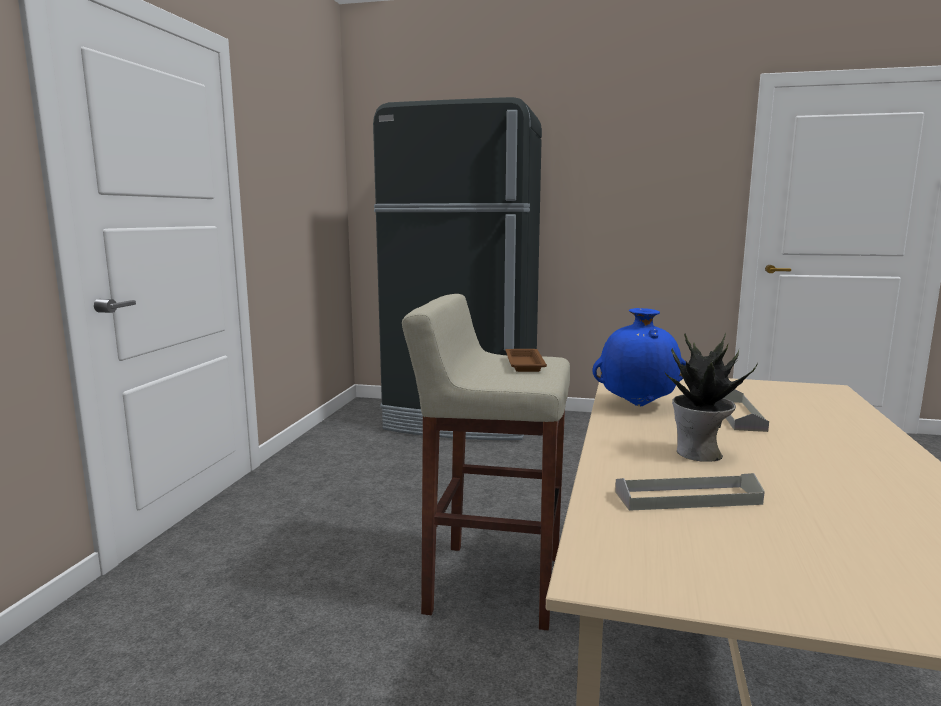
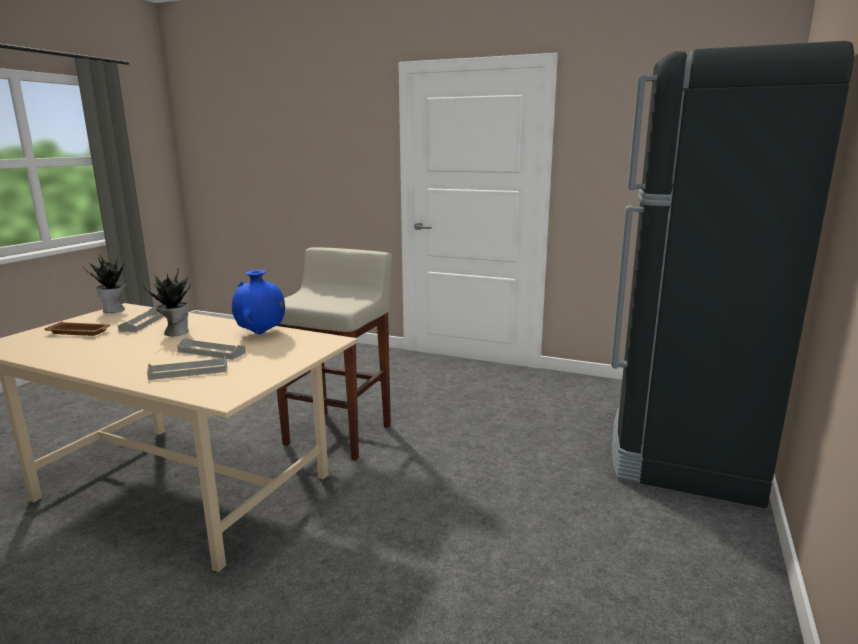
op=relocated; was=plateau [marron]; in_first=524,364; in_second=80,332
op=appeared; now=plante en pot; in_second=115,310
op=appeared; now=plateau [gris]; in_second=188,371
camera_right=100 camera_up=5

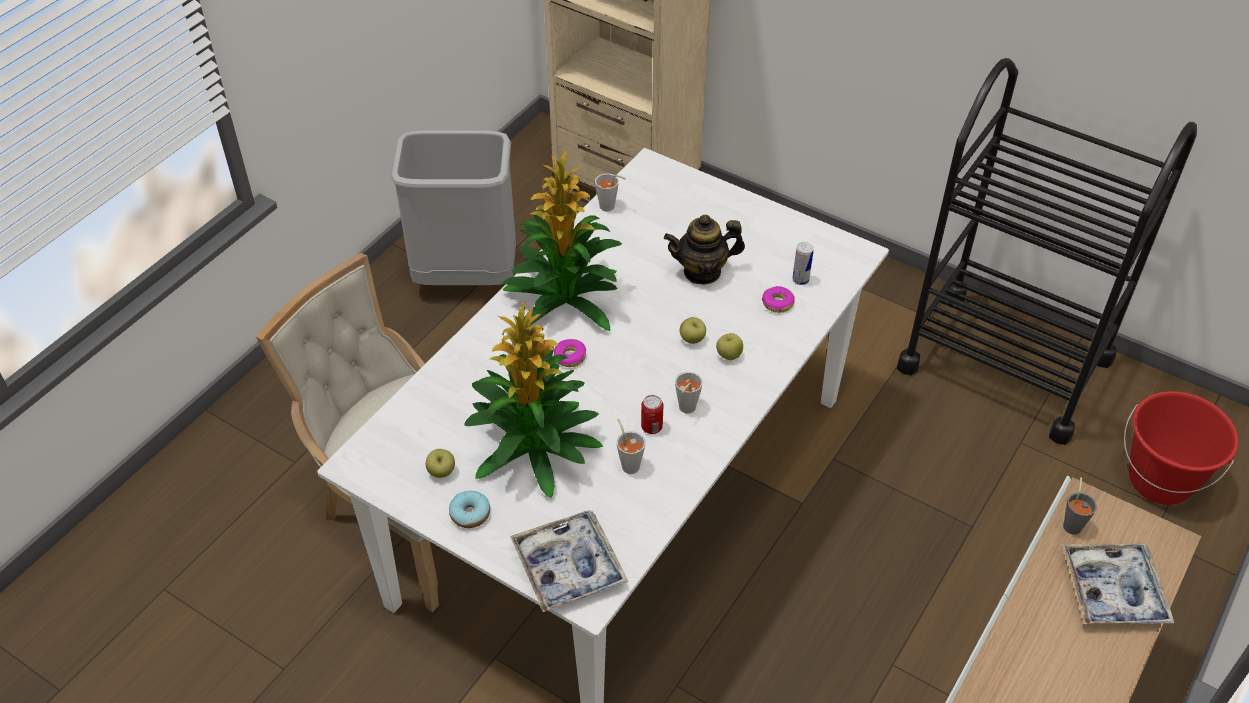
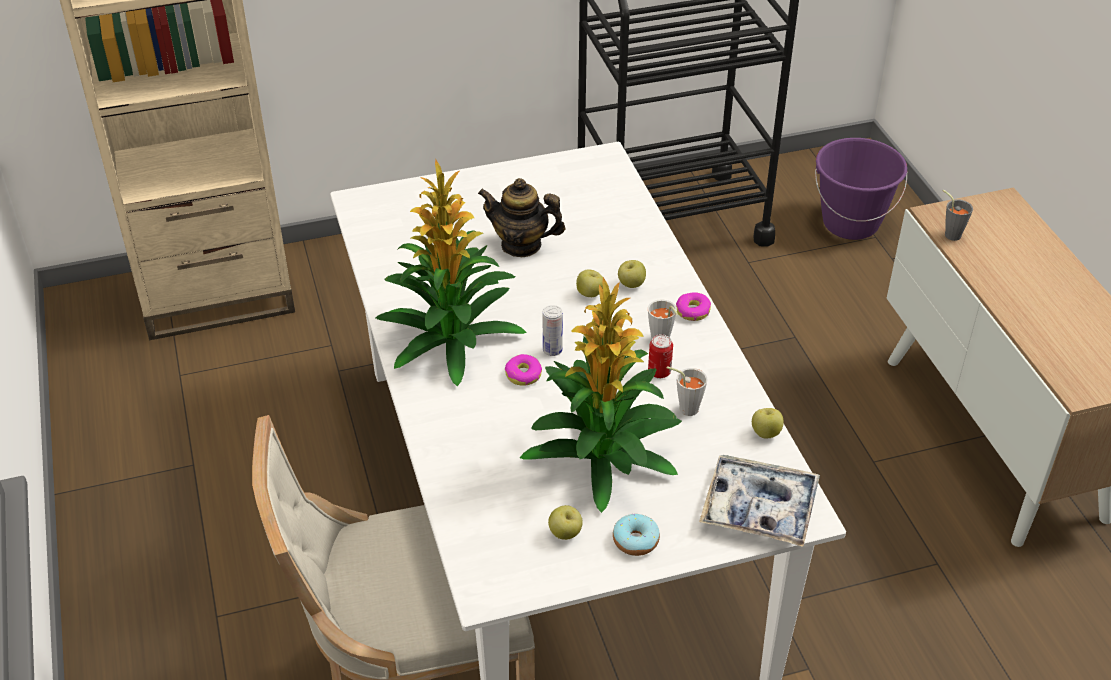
op=missing; was=poubelle [gris]; in_first=466,276
op=missing; was=tasse [gris]; in_first=610,207
op=spun; was=théière; in_first=702,271; in_second=521,245; clockwise=75
op=relocated; was=boîte métallique; in_first=800,280; in_second=552,350
op=relocated; was=beignet; in_first=777,303; in_second=692,311
op=colour; was=seau [rouge]; now=seau [violet]; in_first=1160,481; in_second=850,223
op=missing; was=plateau; in_first=1113,590
op=appeared; now=pomme; in_second=765,433
camera_right=-50 camera_up=-5

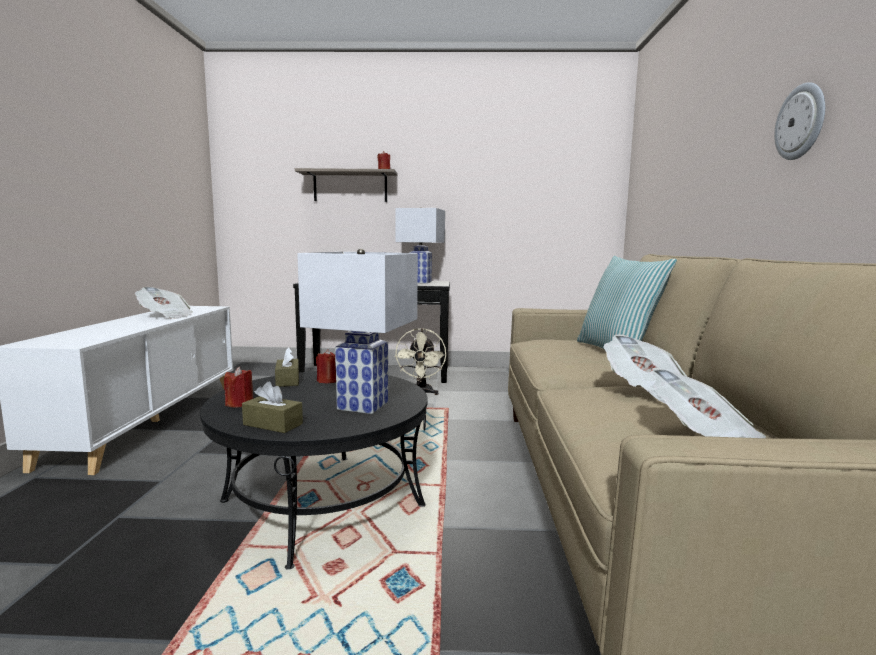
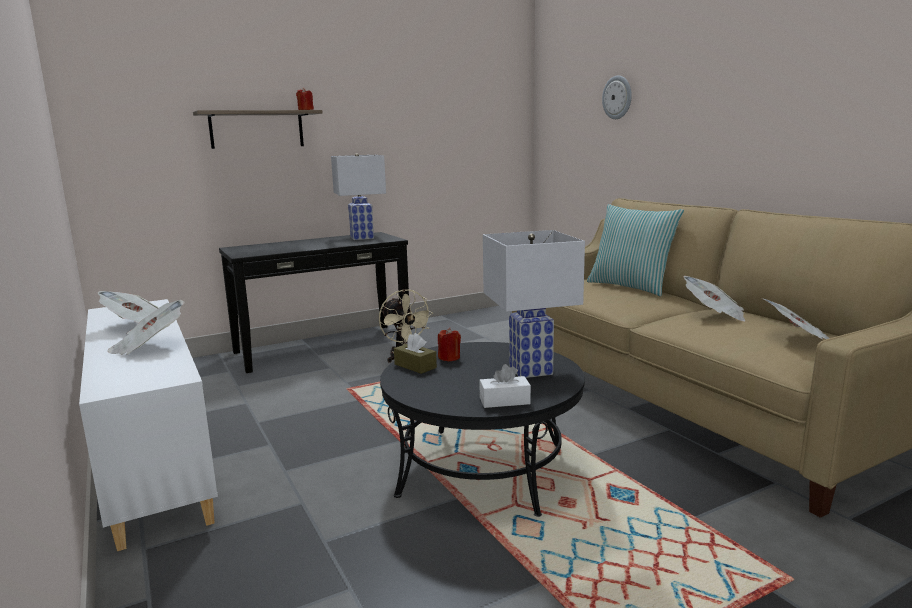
op=relocated; was=horloge murale; in_first=801,122; in_second=617,97
op=missing; was=bougie [rouge]; in_first=240,404
op=colour; was=boîte à mouchoirs [marron]; now=boîte à mouchoirs [blanc]; in_first=273,424; in_second=504,401
op=appeared; now=journal; in_second=149,347
camera_right=-30 camera_up=5

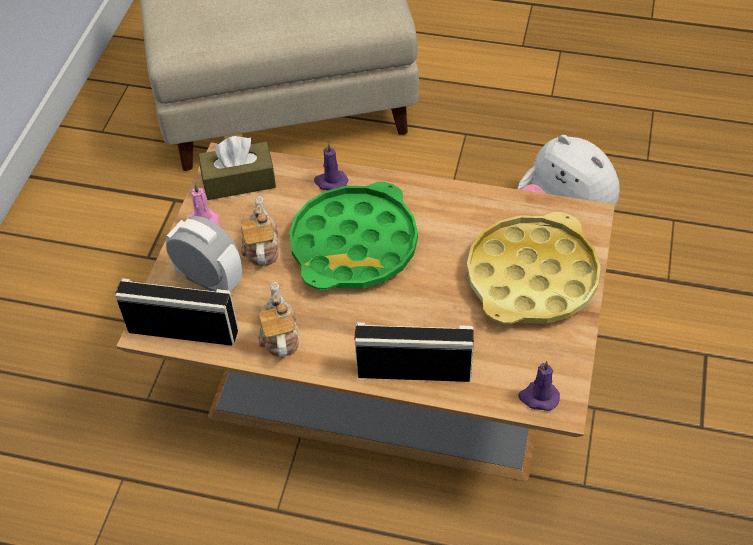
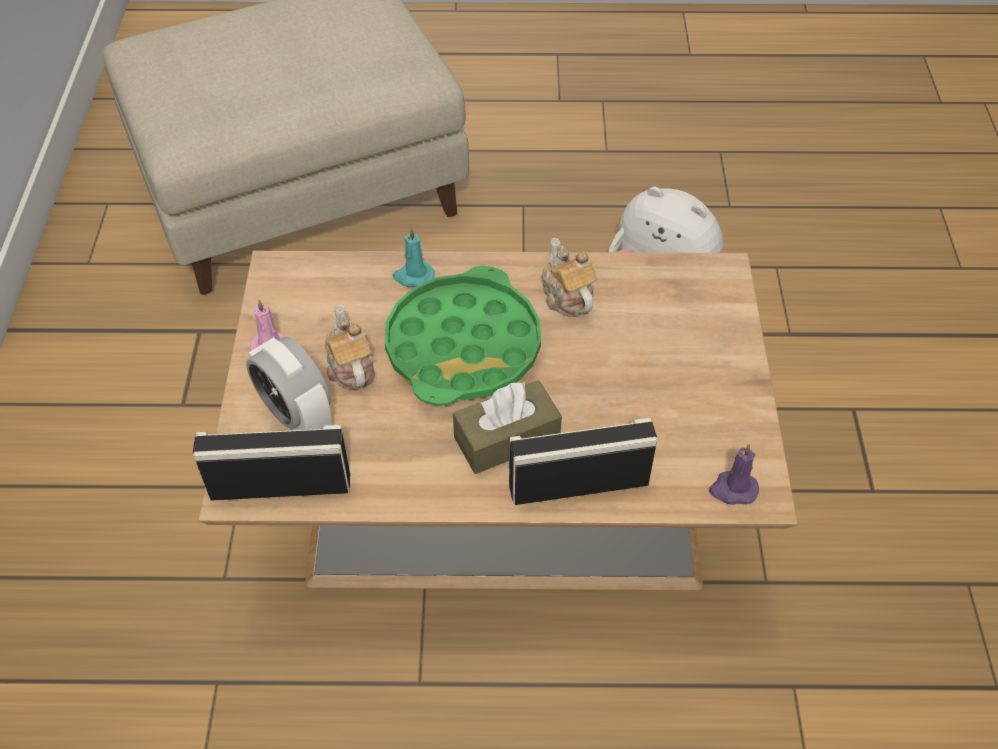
op=relocated; was=boîte à mouchoirs [marron]; in_first=239,181; in_second=507,438
op=colour; was=bougie [violet]; now=bougie [turquoise]; in_first=330,182; in_second=413,276
op=missing; was=plateau [jaune]; in_first=531,277
op=spun; was=réveil; in_first=209,280; in_second=297,417; clockwise=-150
op=relocated; was=théière; in_first=279,336; in_second=566,296
camera_right=-15 camera_up=0

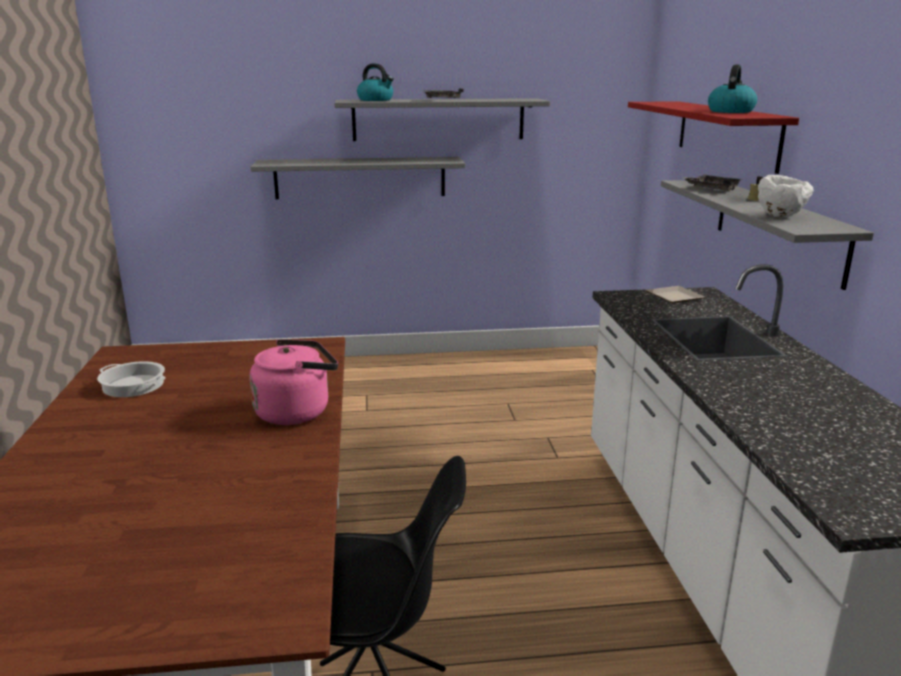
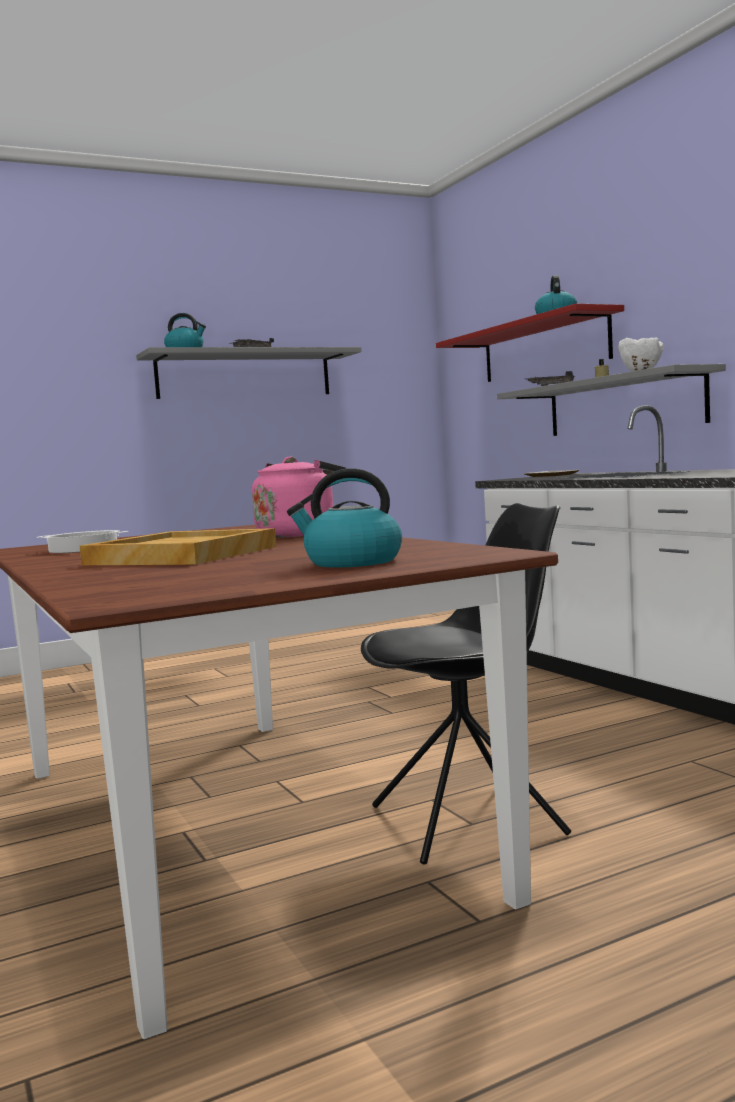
op=missing; was=étagère [gris]; in_first=360,178
op=appeared; now=bouilloire; in_second=351,562
op=appeared; now=plateau [beige]; in_second=180,556
camera_right=-20 camera_up=-15

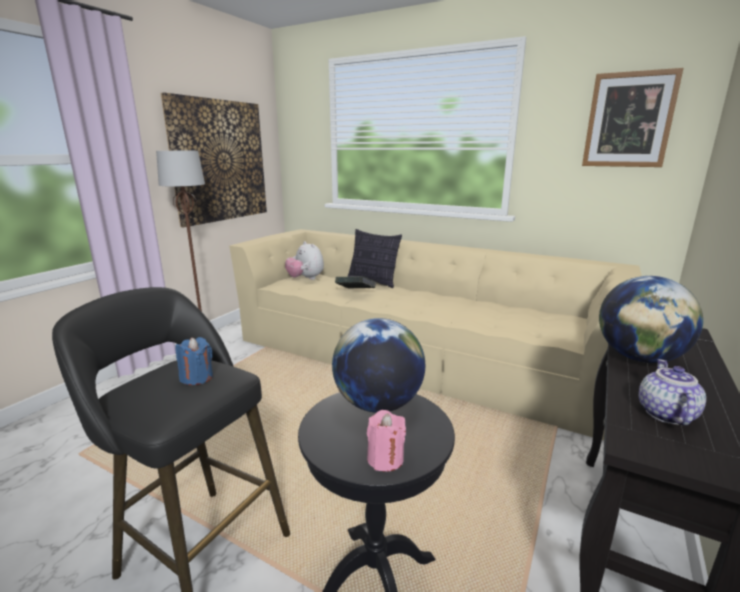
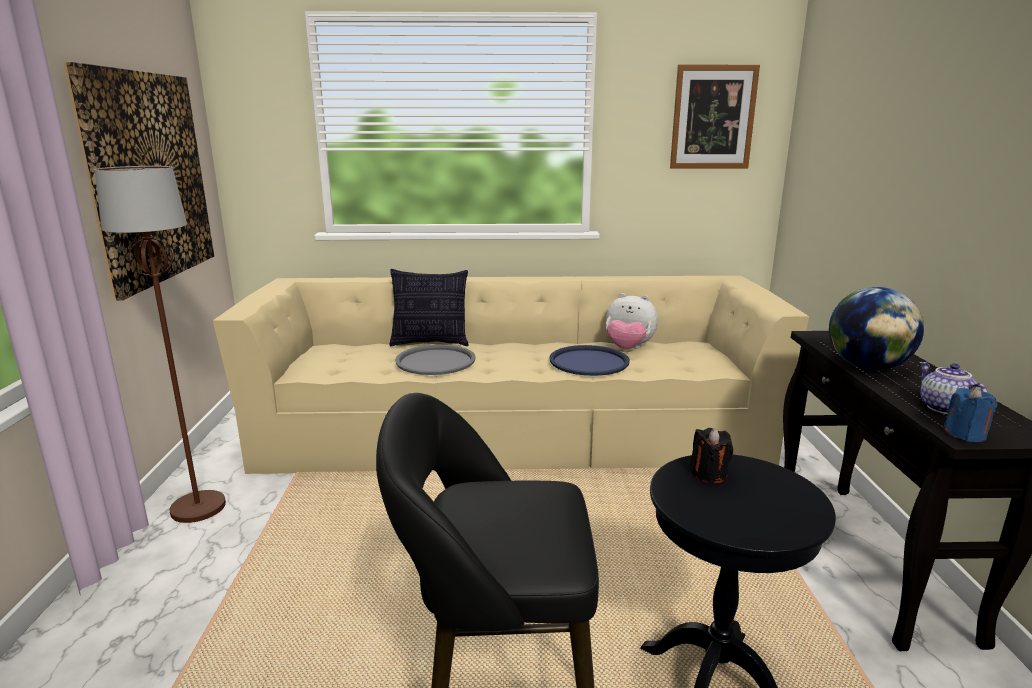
op=relocated; was=peluche; in_first=305,279; in_second=628,348
op=exchanged; was=livre; now=plateau [gris]; in_first=355,293; in_second=435,361
op=exchanged; was=globe; now=bougie [noir]; in_first=378,404; in_second=708,474
op=relocated; was=bougie [bleu]; in_first=197,377; in_second=965,434
op=missing; was=bougie [rose]; in_first=385,459
op=appeared; now=plateau [bleu]; in_second=589,362
camera_right=-30 camera_up=0

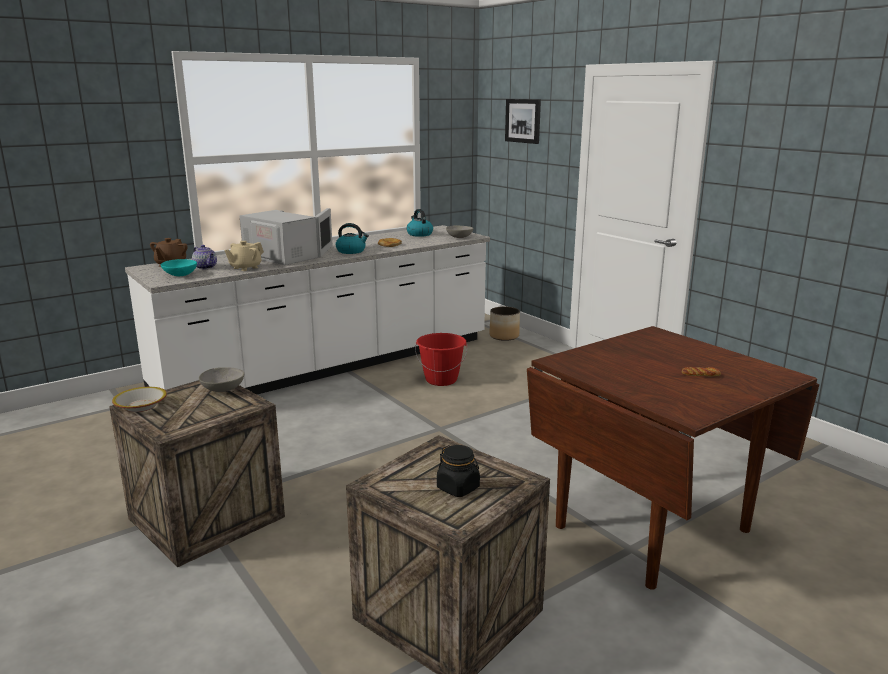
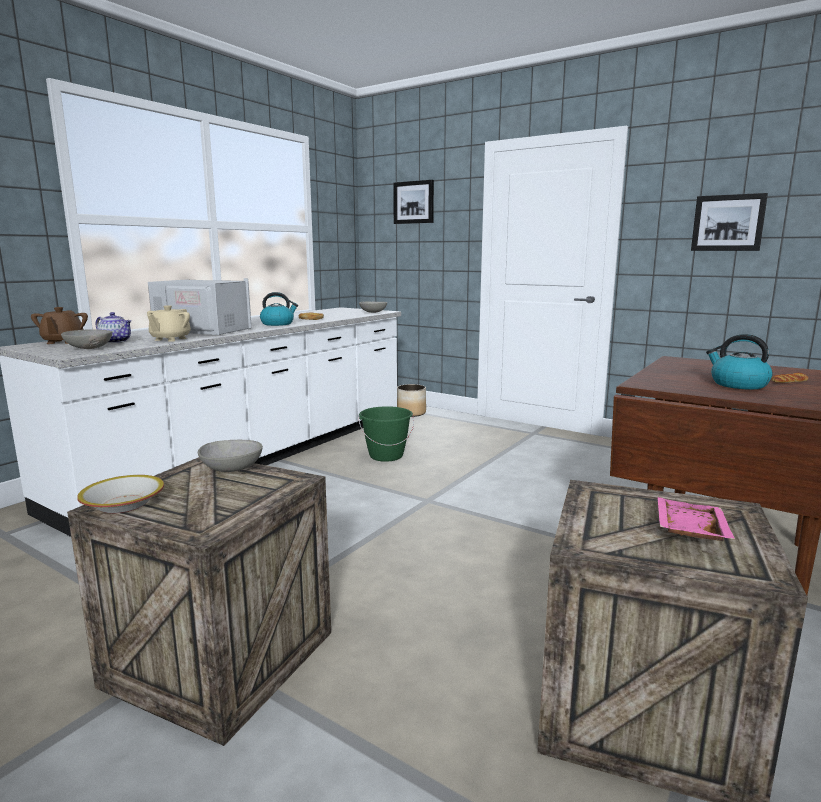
op=relocated; was=bouilloire; in_first=419,234; in_second=737,384
op=colour; was=bol [turquoise]; now=bol [gris]; in_first=180,275; in_second=89,348
op=colour; was=seau [rouge]; now=seau [vert]; in_first=441,380; in_second=386,456
op=exchanged; was=bocal [noir]; now=plateau [rose]; in_first=458,488; in_second=687,531
op=appeared; now=tableau; in_second=728,223
camera_right=-20 camera_up=-5

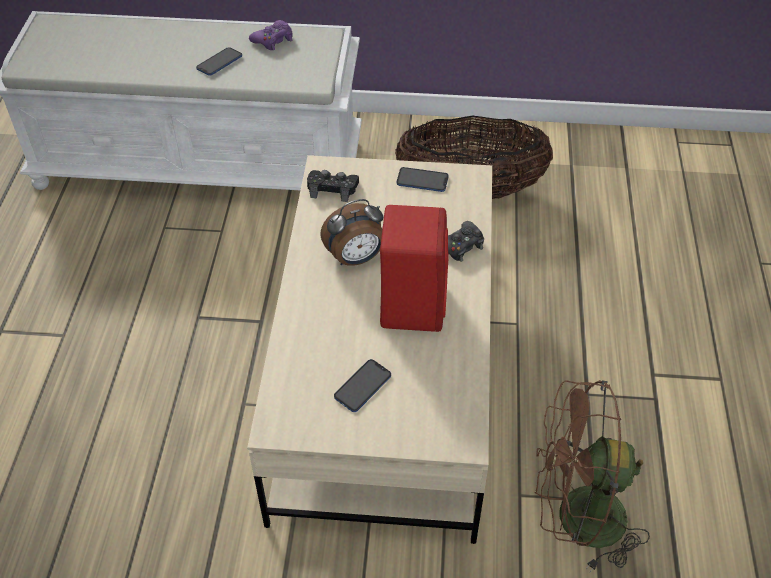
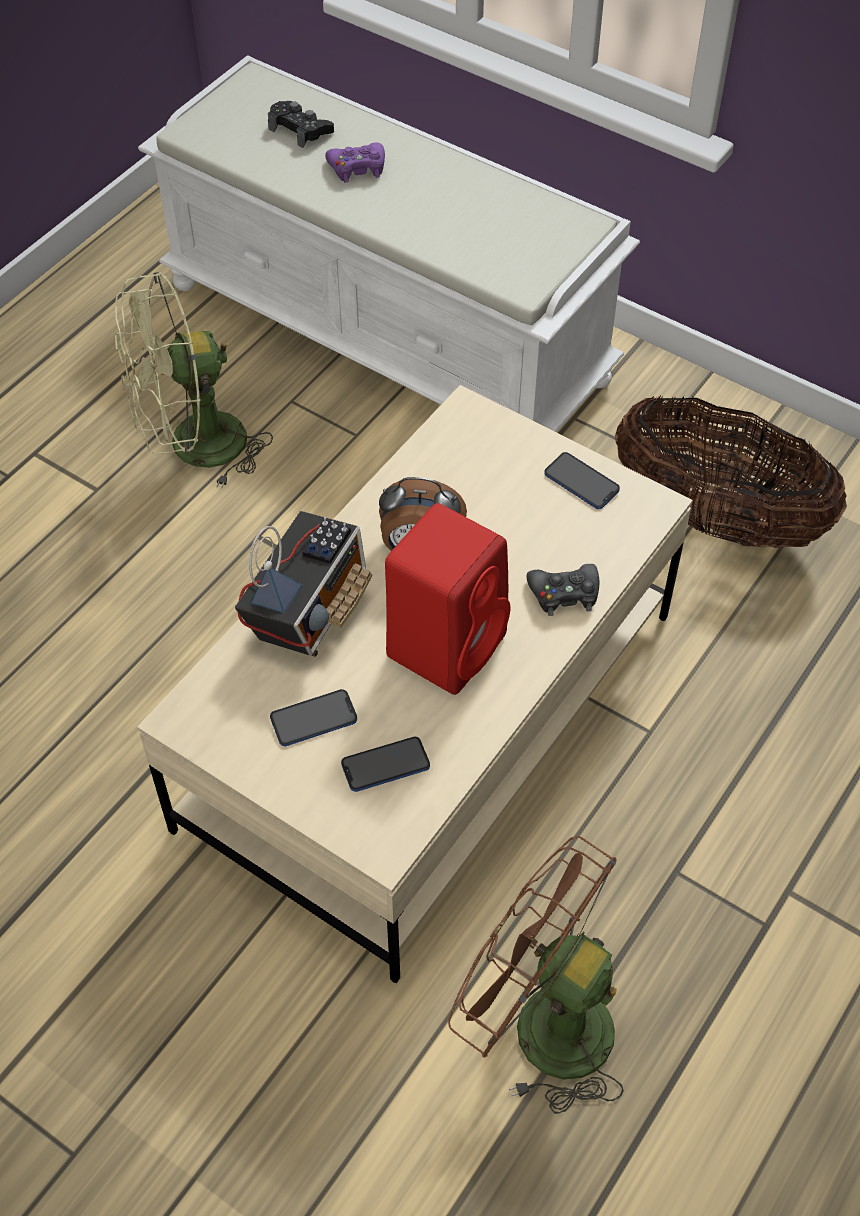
op=relocated; was=manette [violet]; in_first=273,40; in_second=357,168
op=relocated; was=téléphone; in_first=219,62; in_second=385,765
op=relocated; was=manette [noir]; in_first=332,189; in_second=300,130
op=appeared; now=ventilateur [vert]; in_second=193,449
op=appeared; now=radio; in_second=310,609
camera_right=30 camera_up=5

